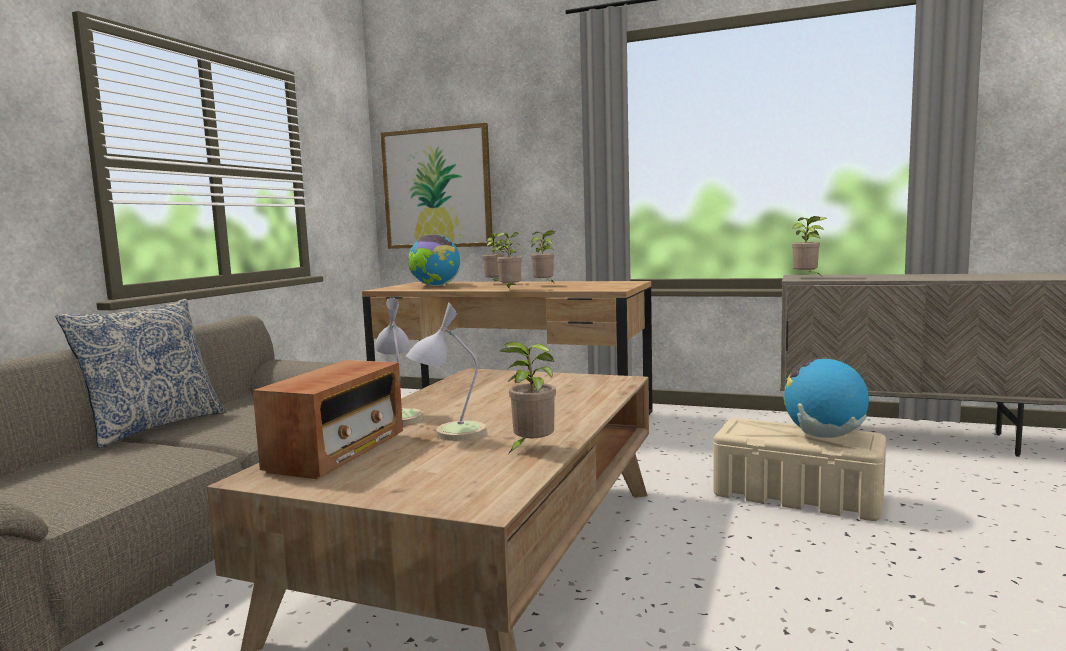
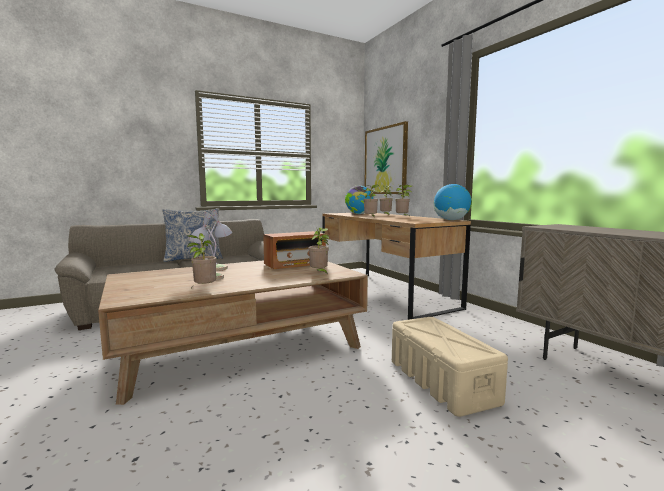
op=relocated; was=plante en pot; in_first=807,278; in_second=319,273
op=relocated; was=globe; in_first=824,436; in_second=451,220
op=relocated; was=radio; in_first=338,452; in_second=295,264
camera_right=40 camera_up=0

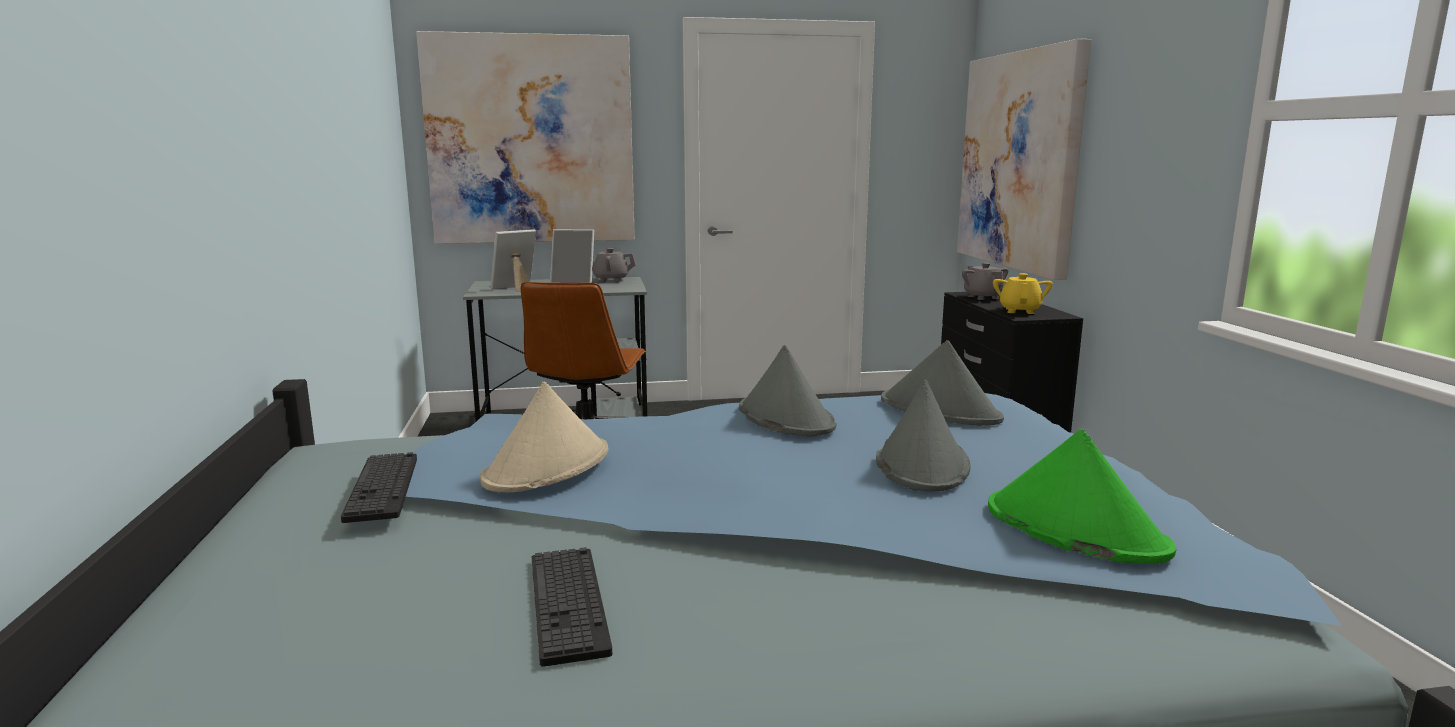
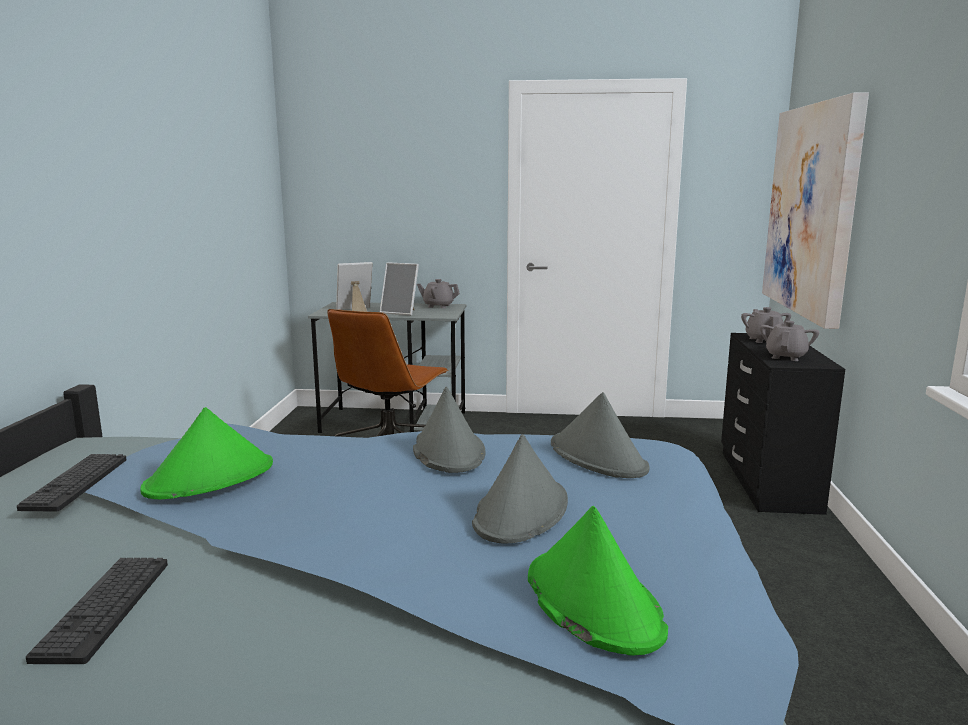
op=missing; was=tableau; in_first=531,140
op=colour; was=théière [jaune]; now=théière [gris]; in_first=1020,311; in_second=786,357
op=colour; was=chapeau [beige]; now=chapeau [vert]; in_first=548,466; in_second=211,478
camera_right=15 camera_up=0

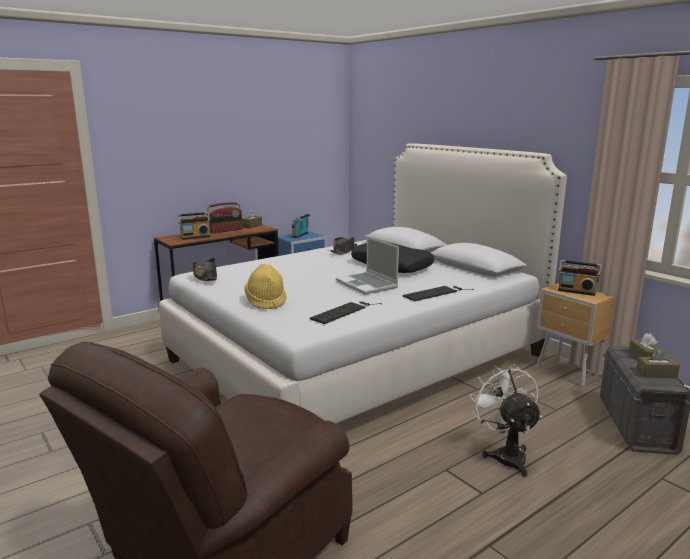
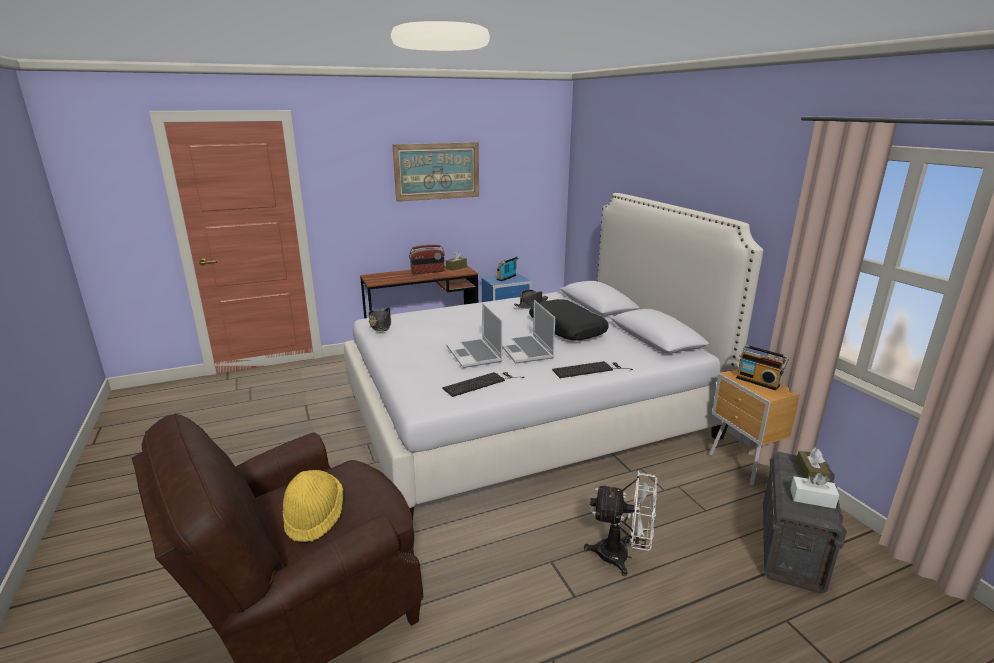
op=missing; was=radio; in_first=195,237
op=relocated; was=chapeau [jaune]; in_first=266,301; in_second=314,517
op=colour; was=boîte à mouchoirs [marron]; now=boîte à mouchoirs [blanc]; in_first=656,373; in_second=812,498
op=spun; was=ventilateur [blanc]; in_first=506,455; in_second=622,556; clockwise=105
op=appeared; now=tableau; in_second=437,171
op=appeared; now=ordinateur portable; in_second=475,355
camera_right=15 camera_up=5

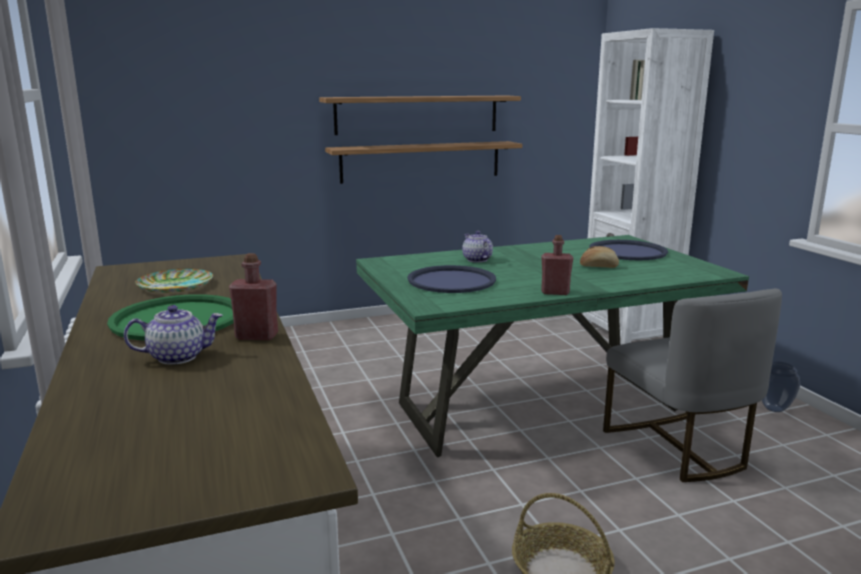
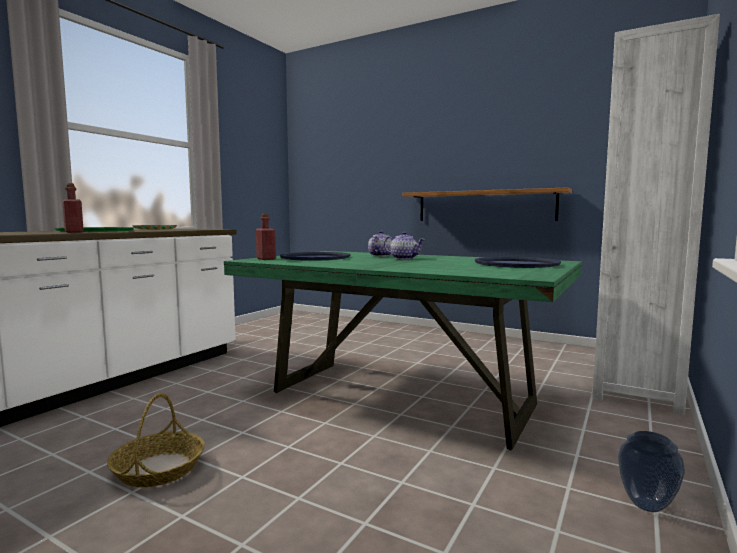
op=missing; was=étagère; in_first=417,114
op=relocated; was=bouteille [rouge]; in_first=555,292; in_second=266,259
op=missing; was=pain; in_first=598,266
op=missing; was=chaise [gris]; in_first=678,448
op=relocated; was=théière; in_first=178,356; in_second=404,258
camera_right=50 camera_up=-10

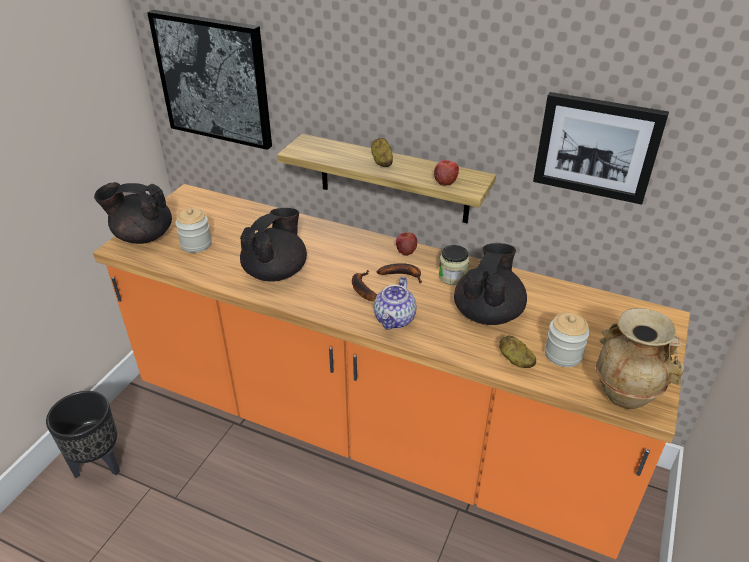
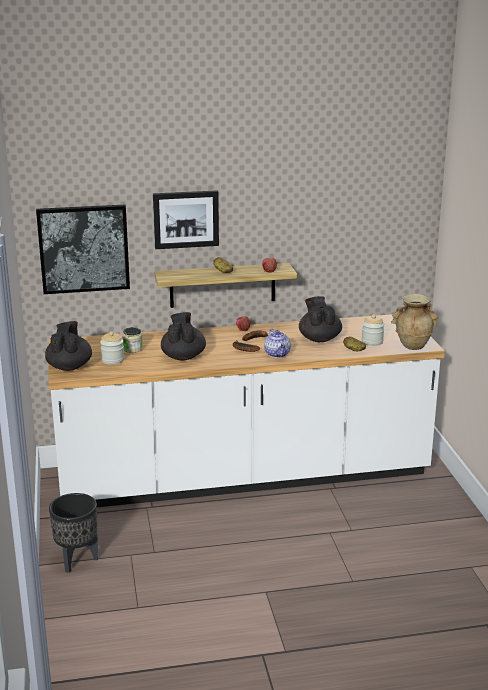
op=relocated; was=tableau; in_first=597,147; in_second=186,219
op=spun; was=théière [noir]; in_first=143,236; in_second=69,366; clockwise=120
op=colour; was=comptoir de cuisine [orange]; now=comptoir de cuisine [blanc]; in_first=374,430; in_second=244,476
op=relocated; was=bocal; in_first=452,276; in_second=133,349
camera_right=-35 camera_up=-15

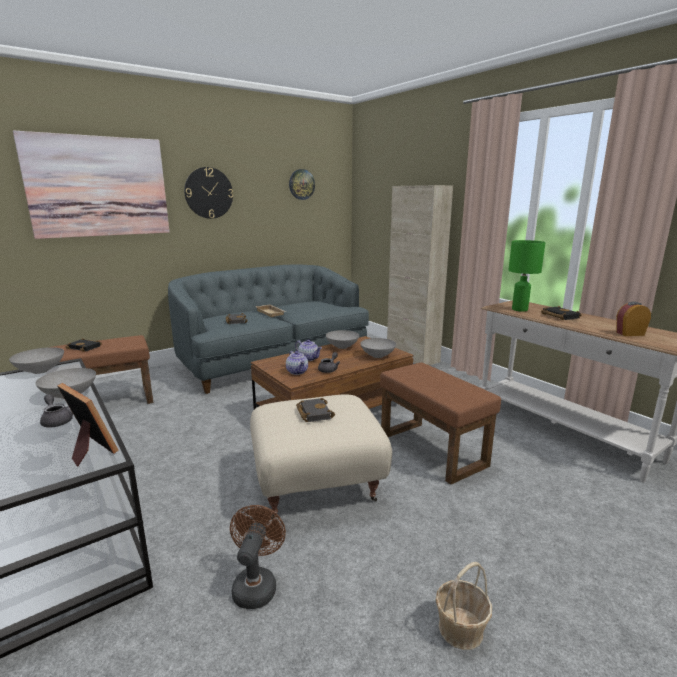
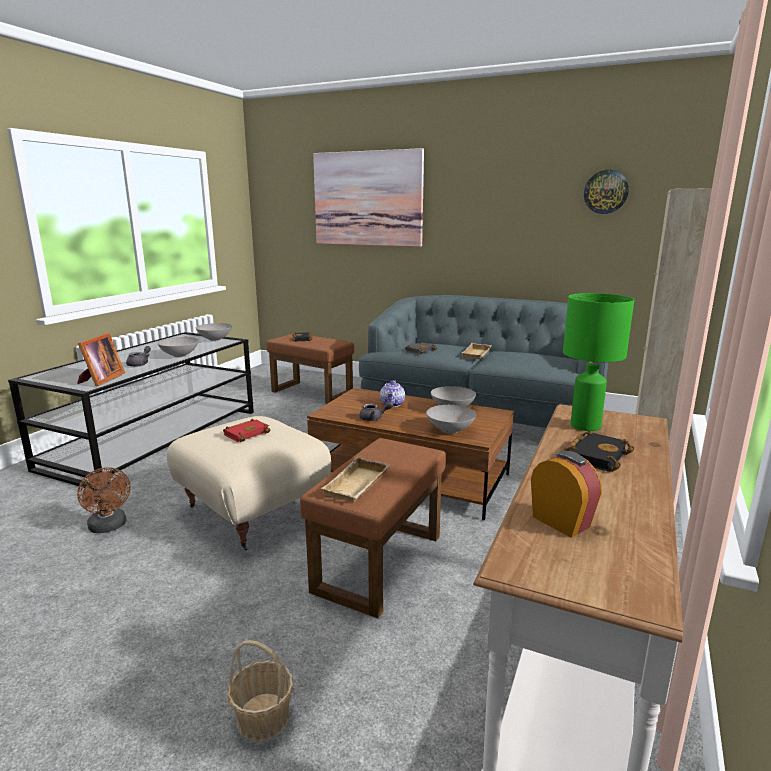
op=missing; was=horloge murale; in_first=208,193
op=missing; was=théière; in_first=297,372
op=colour; was=livre [noir]; now=livre [rouge]; in_first=313,413; in_second=247,433
op=spun; was=ventilateur [marron]; in_first=256,584; in_second=109,527; clockwise=75
op=relocated; was=panier; in_first=460,629; in_second=263,717
op=appeared; now=plateau [beige]; in_second=358,486
camera_right=60 camera_up=0

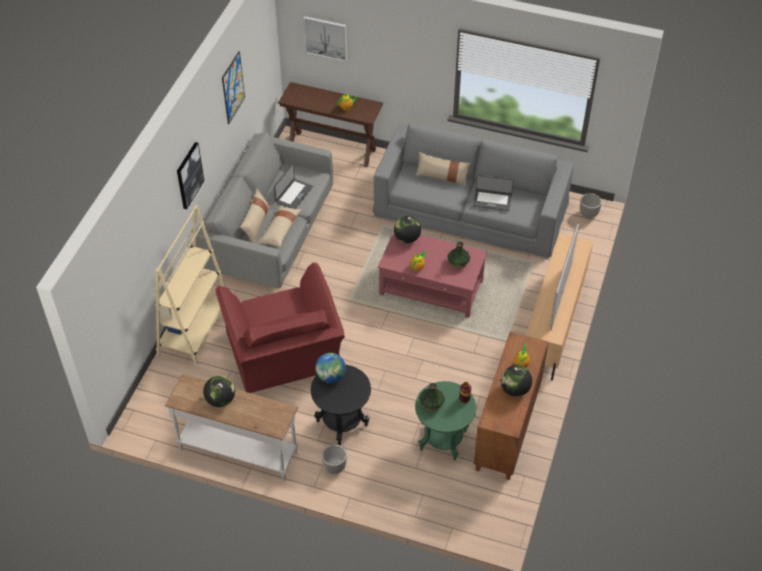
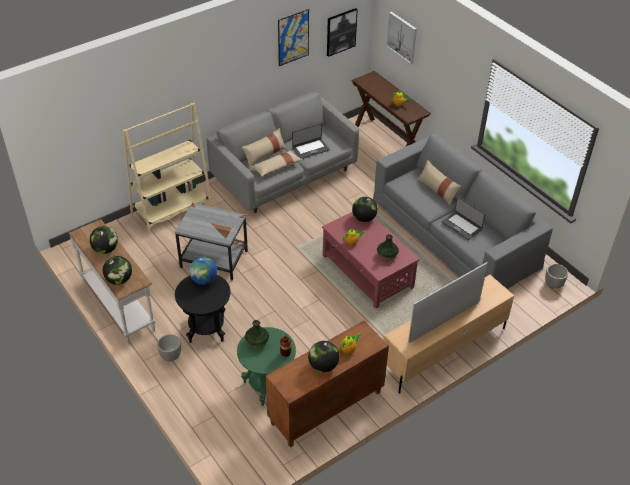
op=relocated; was=tableau; in_first=189,175; in_second=341,31
op=exchanged; was=fauteuil [rouge]; now=table d'appoint [gris]; in_first=284,355; in_second=213,260
op=appeared; now=globe; in_second=119,280
camera_right=35 camera_up=-5

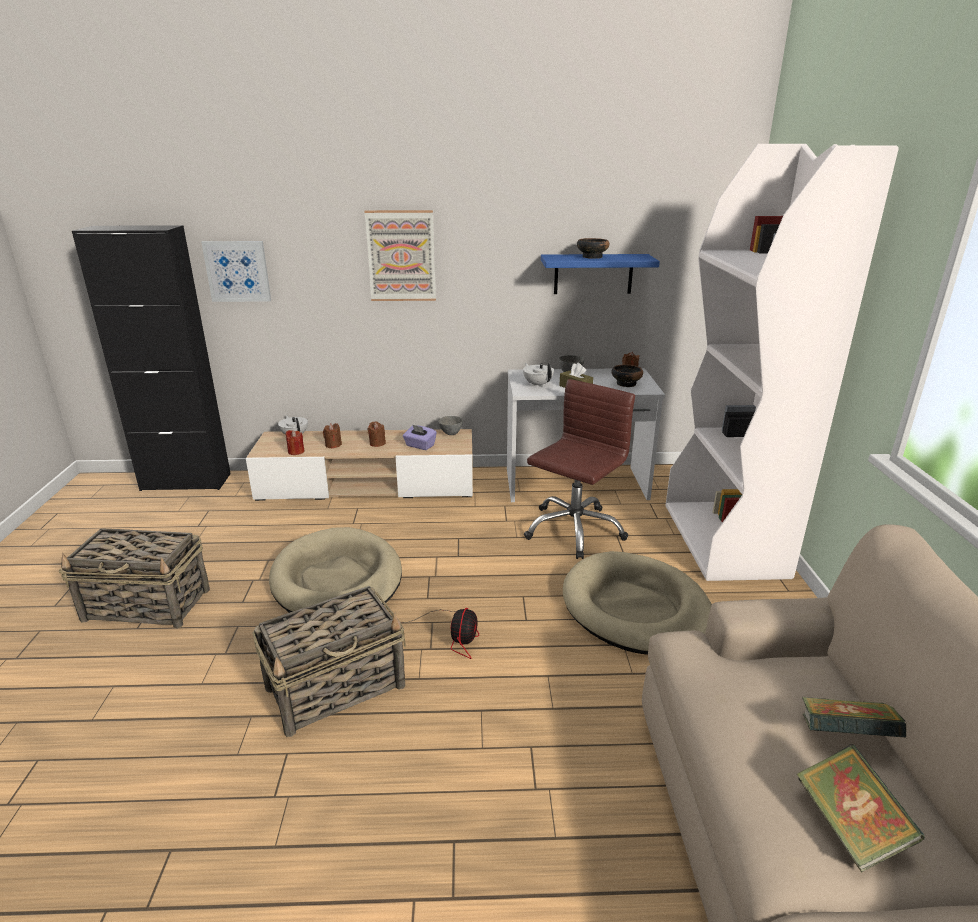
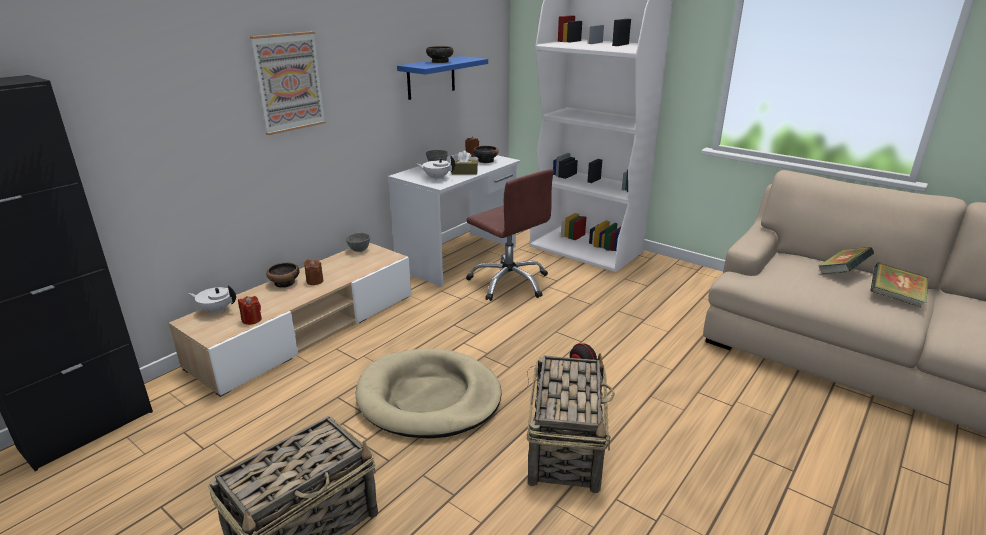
op=missing; was=tableau; in_first=237,271
op=spun; was=chaise de bureau [marron]; in_first=574,530; in_second=509,282; clockwise=150
op=missing; was=bougie [marron]; in_first=333,445
op=missing; was=boîte à mouchoirs [violet]; in_first=420,446
op=missing; was=panier pour chien [beige]; in_first=635,608
op=appeared; now=bol; in_second=285,283
camera_right=-50 camera_up=0

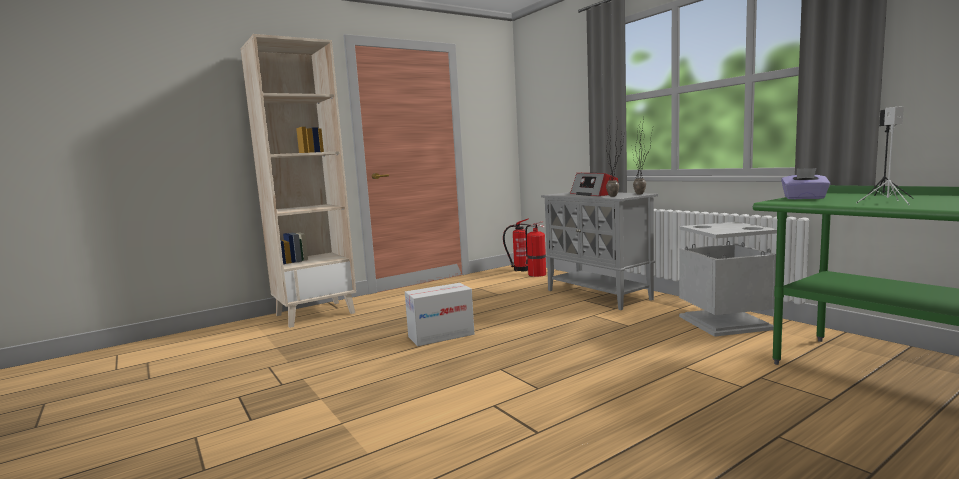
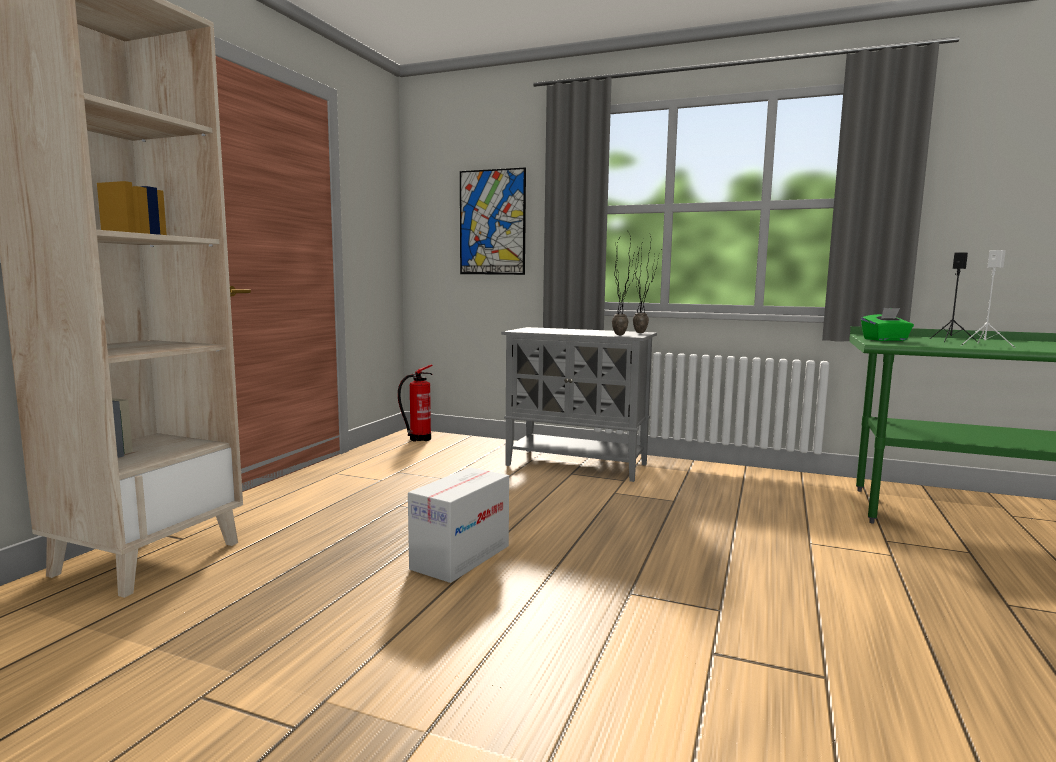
op=colour; was=boîte à mouchoirs [violet]; now=boîte à mouchoirs [vert]; in_first=804,198; in_second=885,340
op=missing; was=radio; in_first=594,194
op=missing; was=extincteur; in_first=536,274
op=missing; was=poubelle [gris]; in_first=726,323
op=appeared; now=tableau; in_second=492,222
camera_right=-35 camera_up=0

